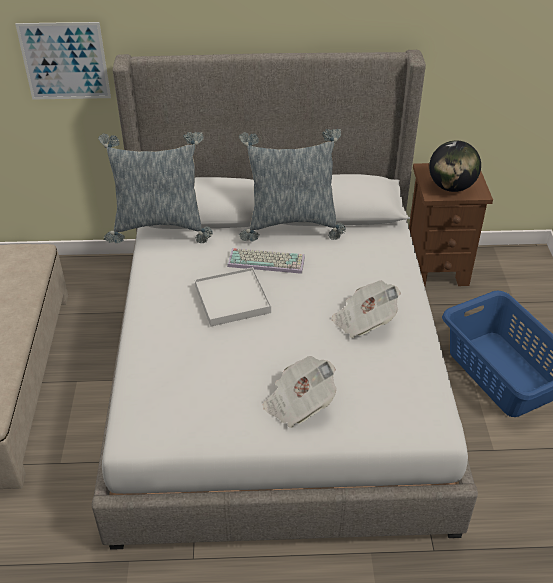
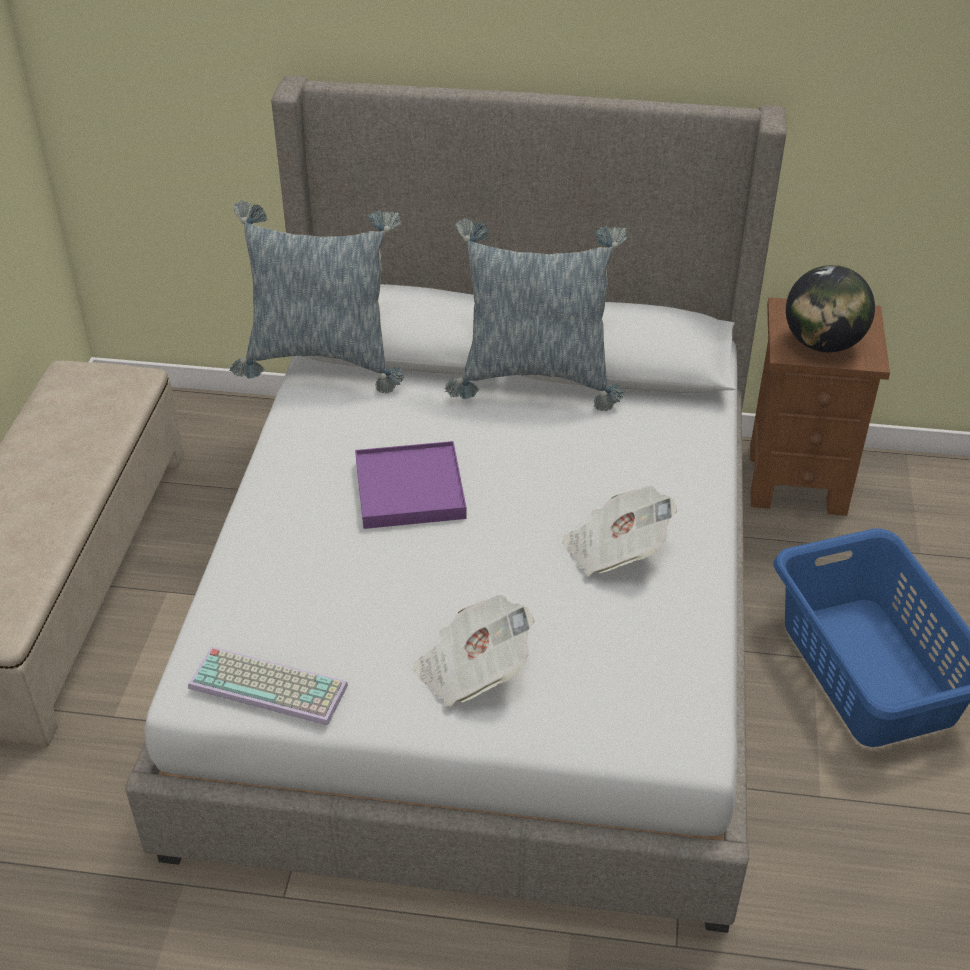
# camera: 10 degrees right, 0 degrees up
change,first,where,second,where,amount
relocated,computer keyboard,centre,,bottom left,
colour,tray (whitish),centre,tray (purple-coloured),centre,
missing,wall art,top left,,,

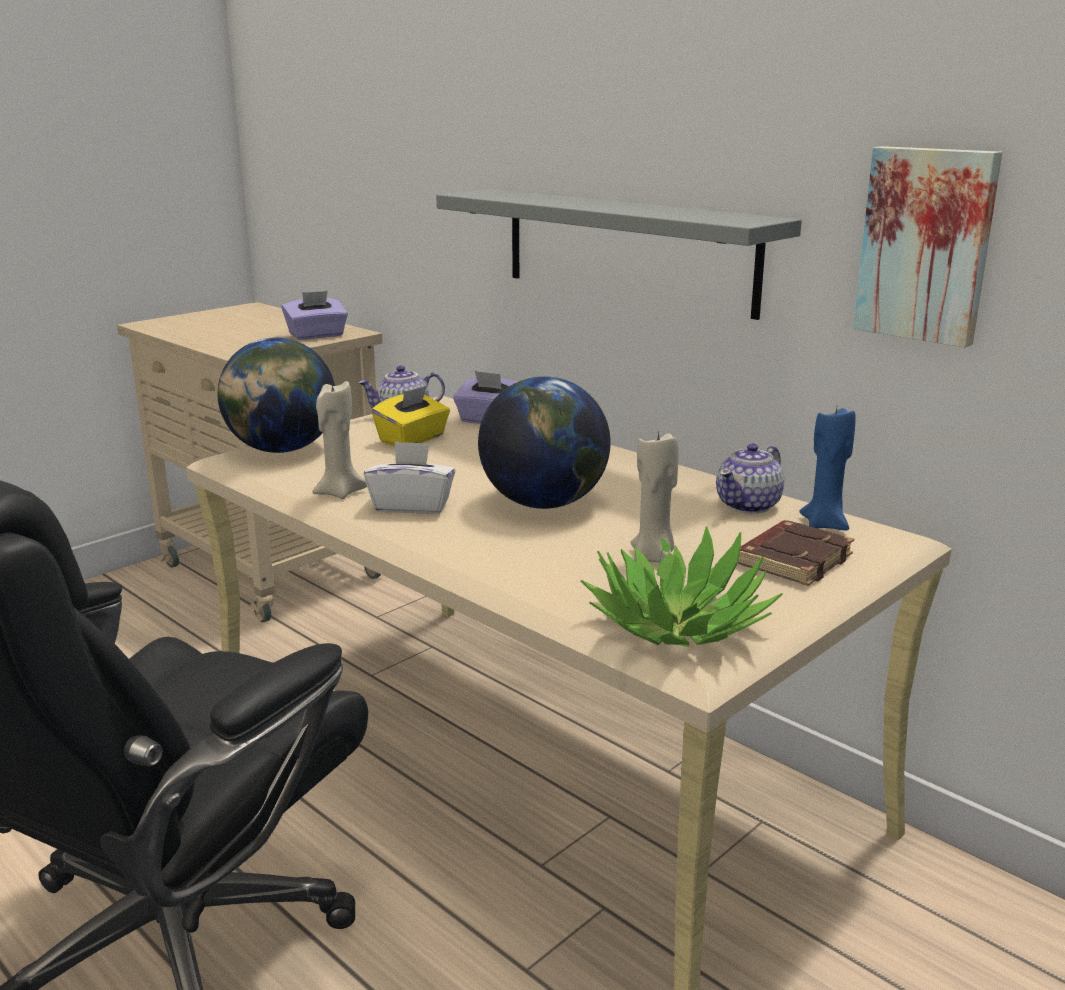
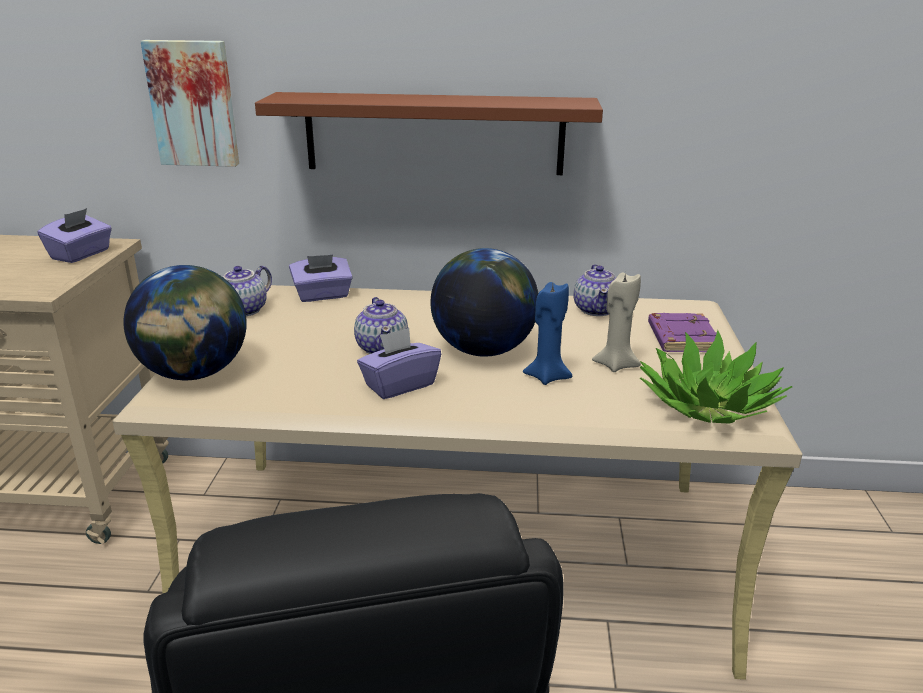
# camera: 40 degrees left, 5 degrees up
change,first,where,second,where,amount
relocated,wall art,top right,,top left,
colour,shelf (gray),top centre,shelf (brownish),top centre,
appeared,,,pot for tea (no. 2 from left),centre,
colour,tissue holder (whitish),centre,tissue holder (purple-coloured) (no. 3 from left),centre,
relocated,wax light (blue),middle right,,centre,
colour,bound book (brownish),middle right,bound book (purple-coloured),middle right,
missing,wax light (sand-coloured) (no. 1 from left),middle left,,,
missing,tissue holder (yellow),centre,,,

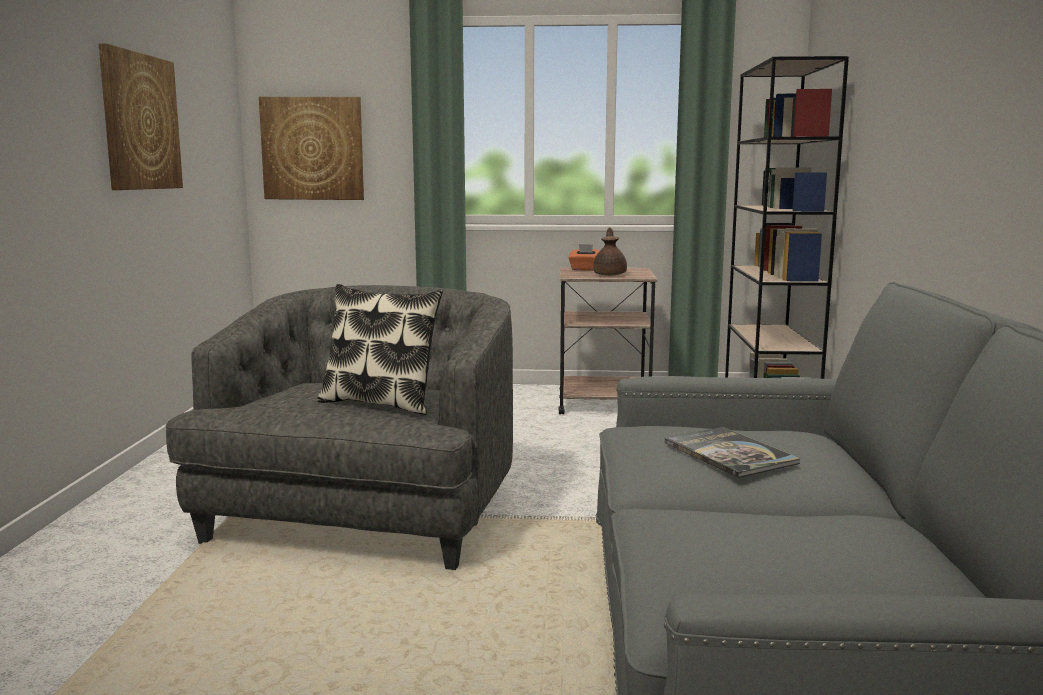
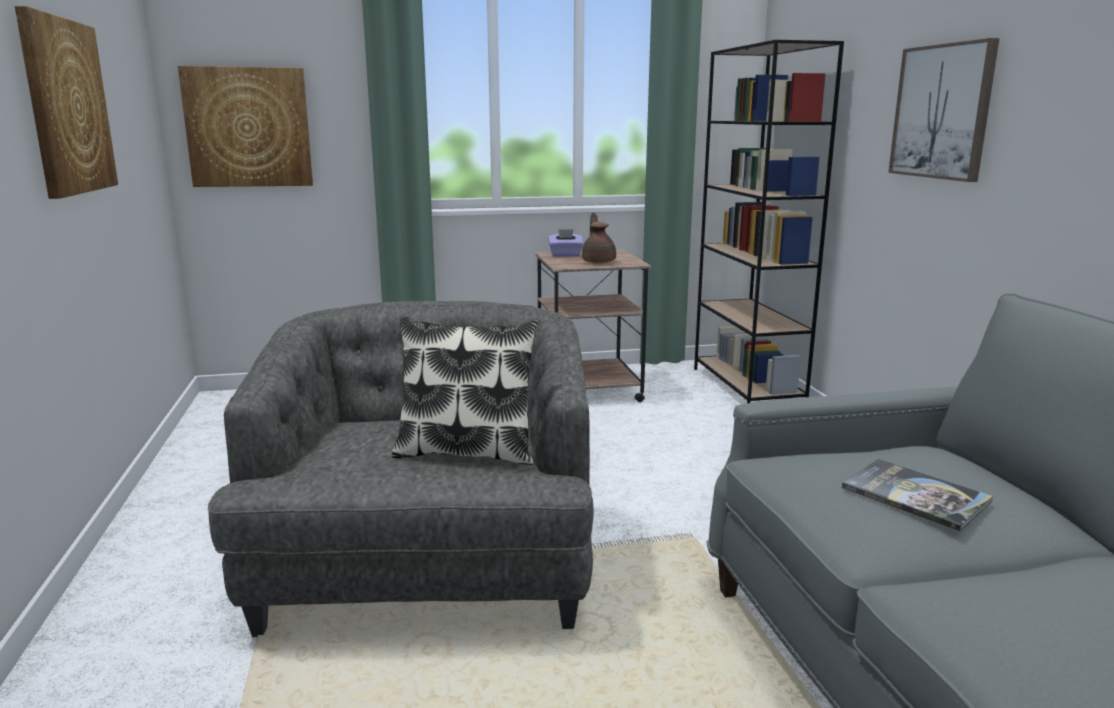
# camera: 15 degrees left, 5 degrees up
change,first,where,second,where,amount
colour,tissue holder (orange-coloured),centre,tissue holder (purple-coloured),centre,
appeared,,,wall art (no. 3 from left),top right,

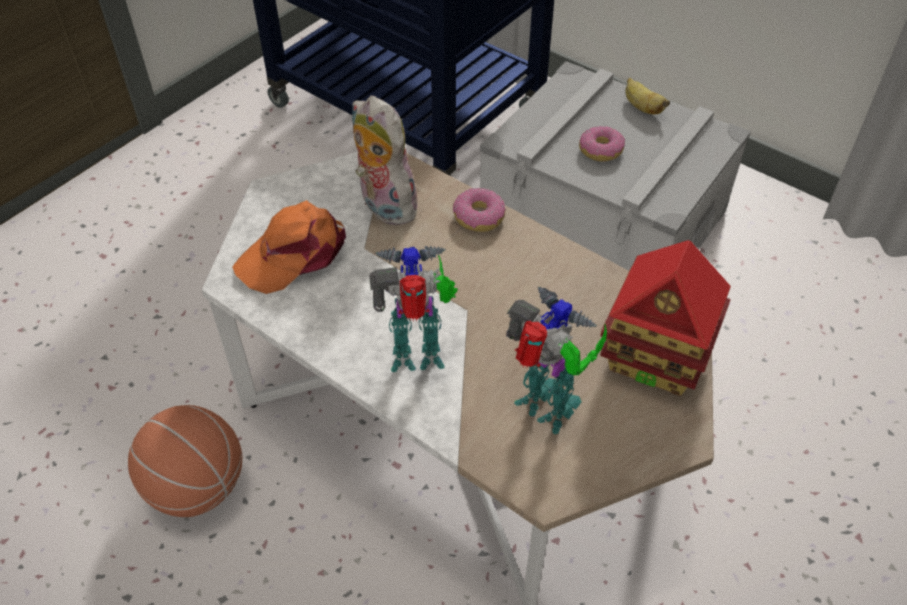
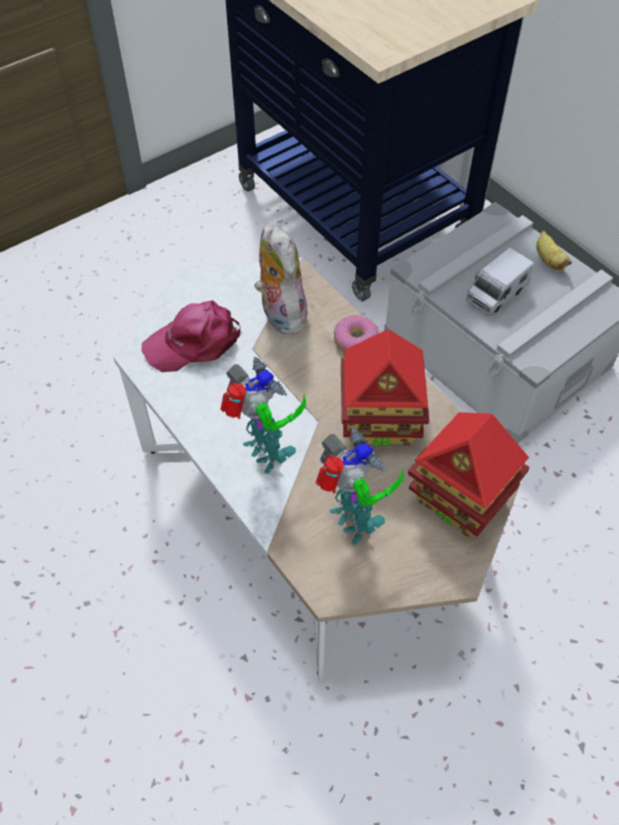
# camera: 15 degrees right, 5 degrees up
change,first,where,second,where,amount
colour,baseball cap (orange-coloured),middle left,baseball cap (pink),middle left,
spun,toy robot (no. 1 from left),centre,,centre,45 degrees clockwise
appeared,,,miniature house (no. 1 from left),centre,
exchanged,donut (no. 2 from left),top centre,toy truck,middle right,
missing,basketball,bottom left,,,

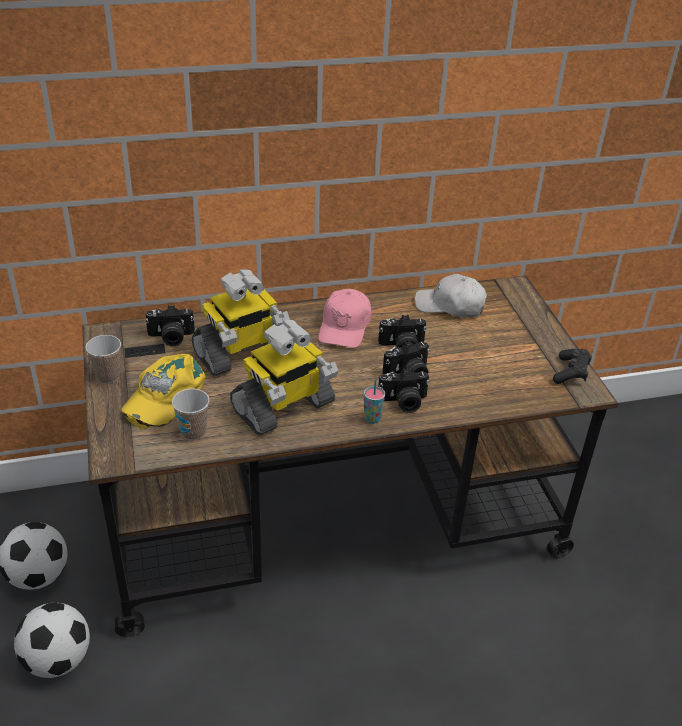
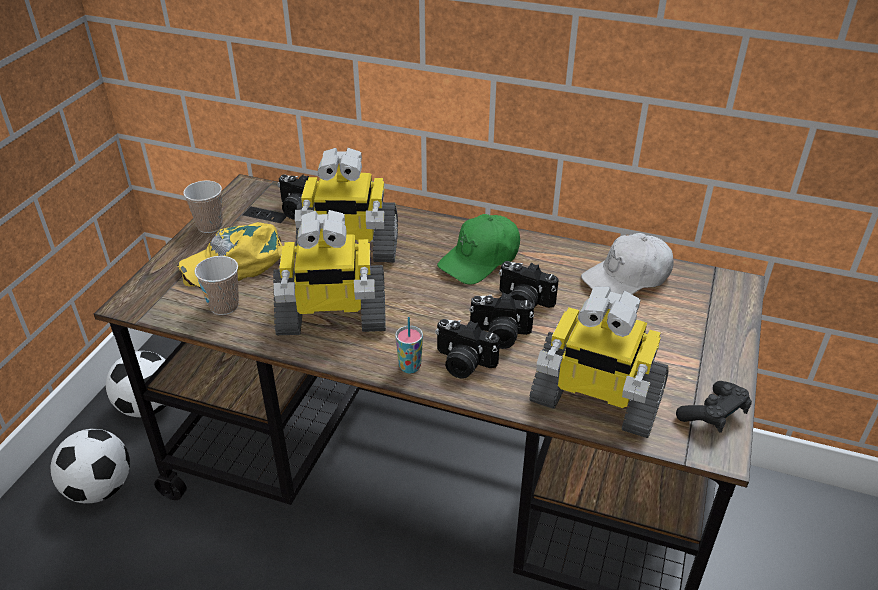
# camera: 35 degrees right, 0 degrees up
change,first,where,second,where,amount
colour,baseball cap (pink),centre,baseball cap (green-coloured),centre,
appeared,,,toy robot (no. 3 from left),middle right,
spun,baseball cap (whitish),centre,,middle right,75 degrees counterclockwise

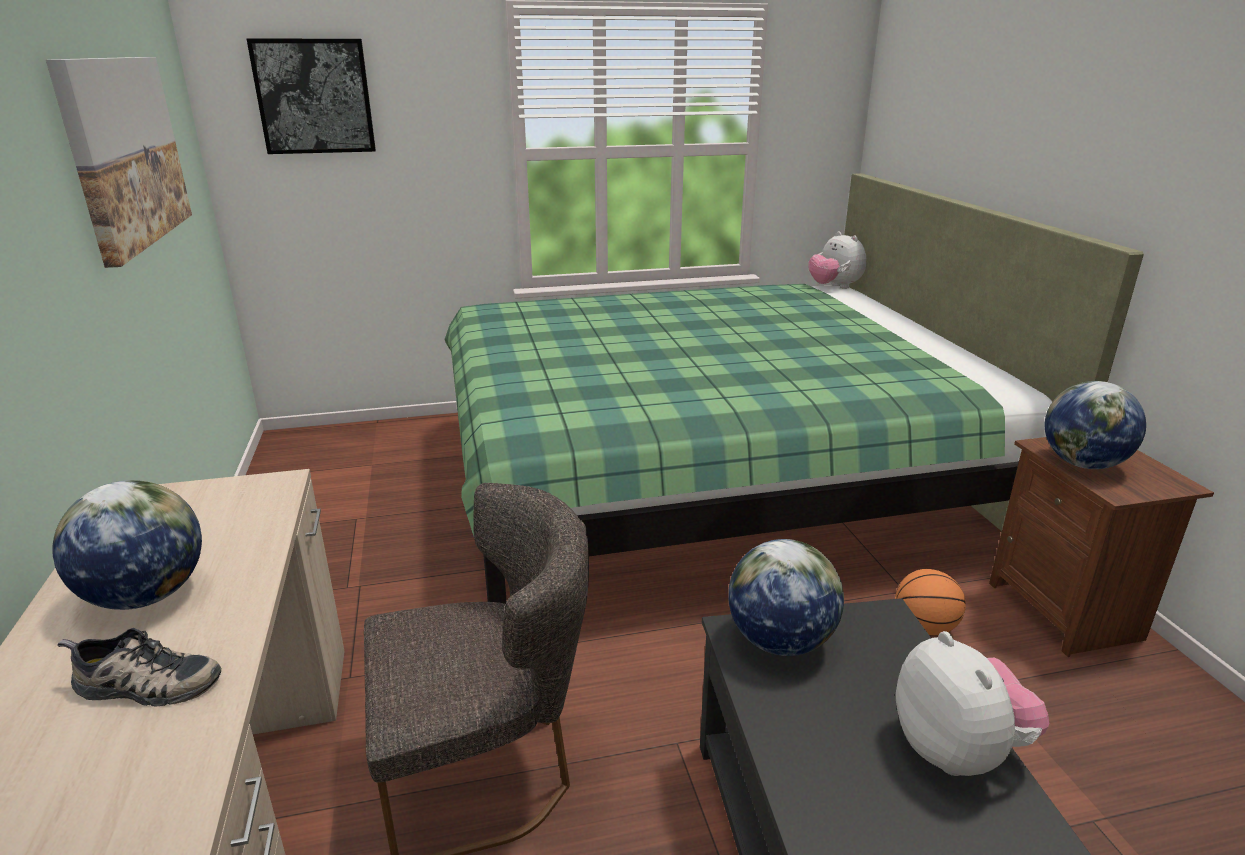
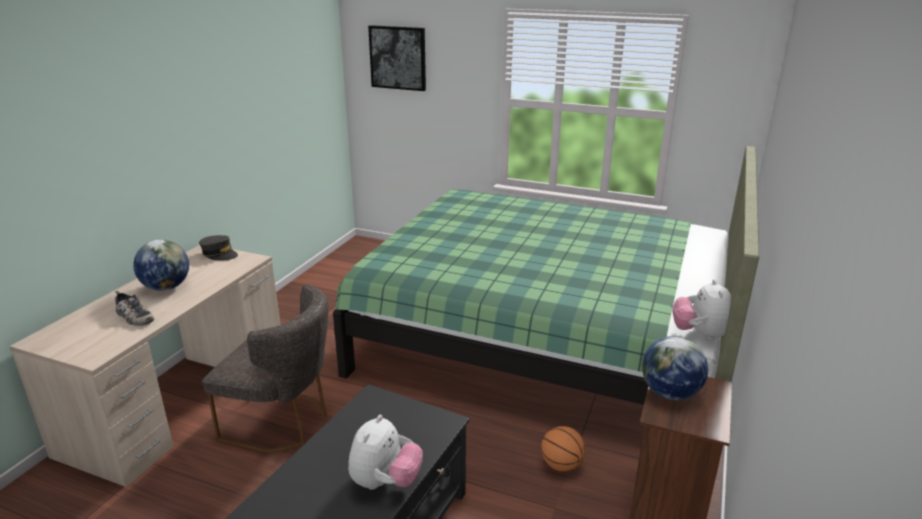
# camera: 35 degrees right, 0 degrees up
change,first,where,second,where,amount
appeared,,,baseball cap (gray),middle left,
relocated,soft toy (no. 1 from left in the first image),top right,soft toy (no. 2 from left),middle right,
missing,wall art (no. 1 from left),top left,,,
missing,desk globe (no. 2 from left),bottom centre,,,

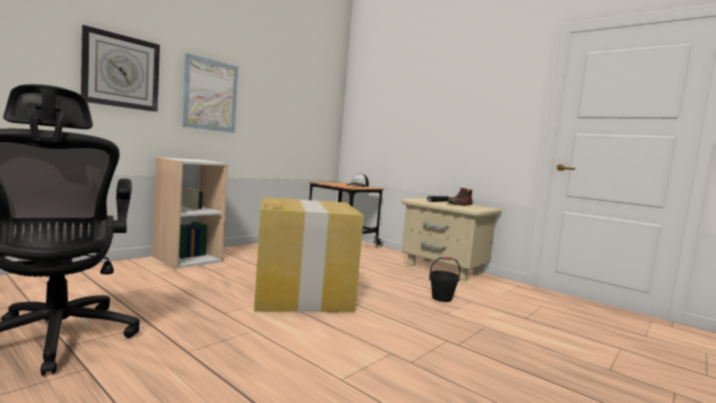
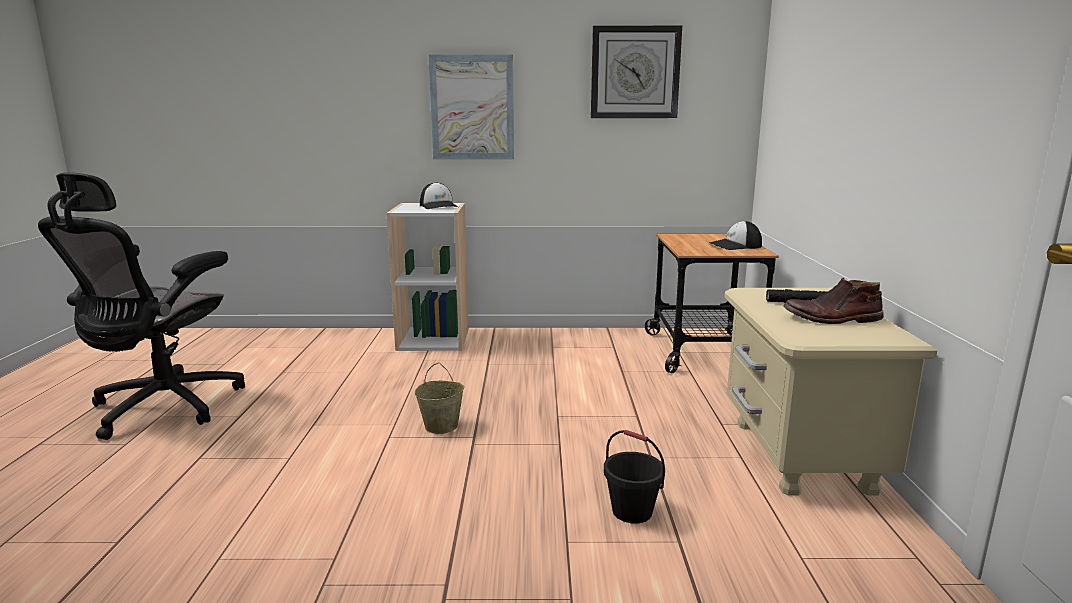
# camera: 50 degrees right, 10 degrees up
change,first,where,second,where,amount
exchanged,carton,centre,pail (sand-coloured),centre,
appeared,,,baseball cap (no. 1 from left),top centre,
relocated,hanging clock,top left,,top centre,

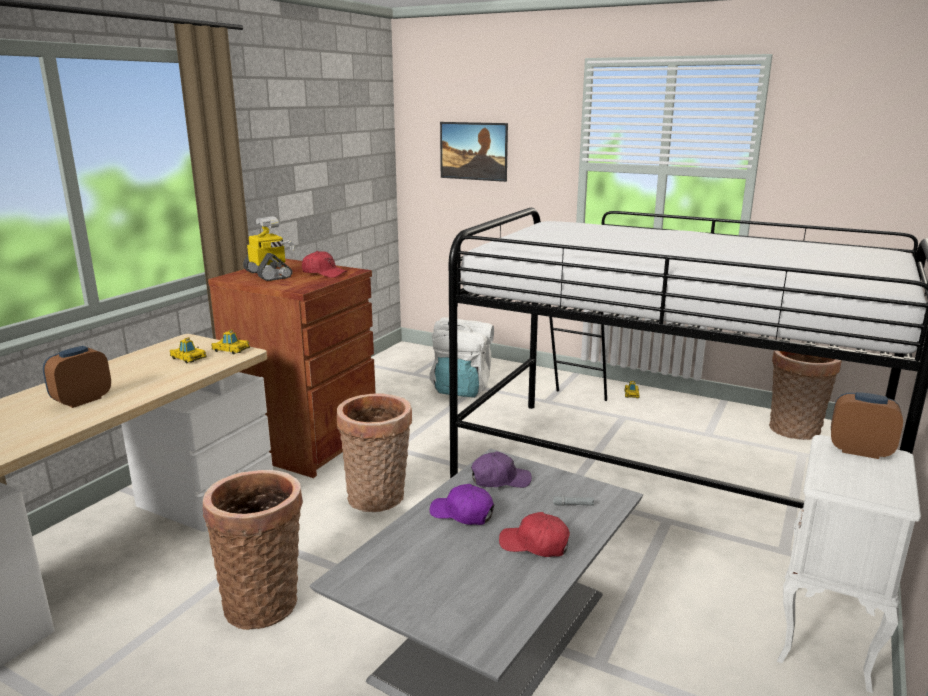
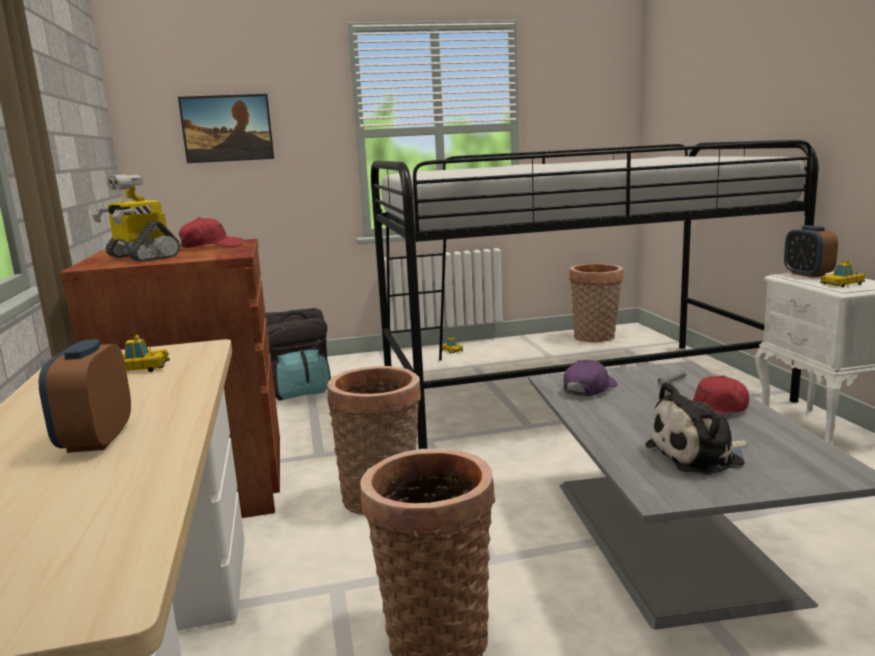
# camera: 40 degrees left, 5 degrees down
change,first,where,second,where,amount
spun,toy robot,middle left,,top left,150 degrees counterclockwise
colour,rucksack (whitish),centre,rucksack (black),centre,
appeared,,,soft toy,middle right,
spun,table clock (no. 2 from left),middle right,,middle right,90 degrees counterclockwise
relocated,miniature car (no. 2 from left in the first image),middle left,miniature car (no. 3 from left),middle right,
missing,baseball cap (purple-coloured) (no. 1 from left),bottom centre,,,

